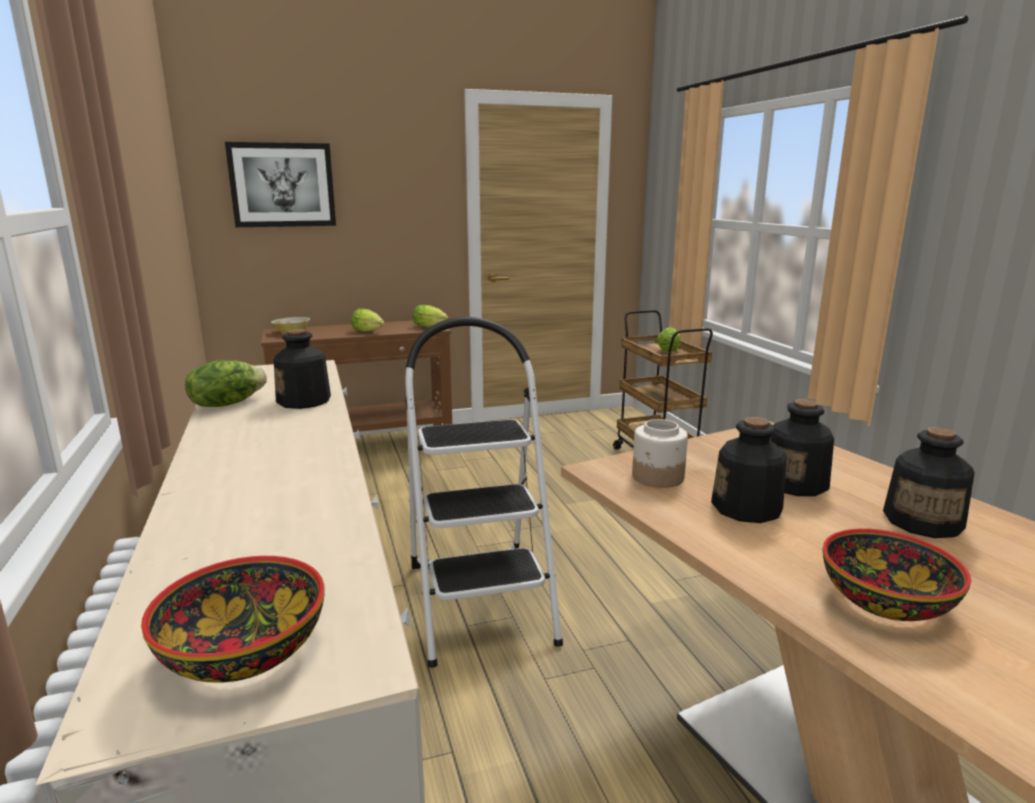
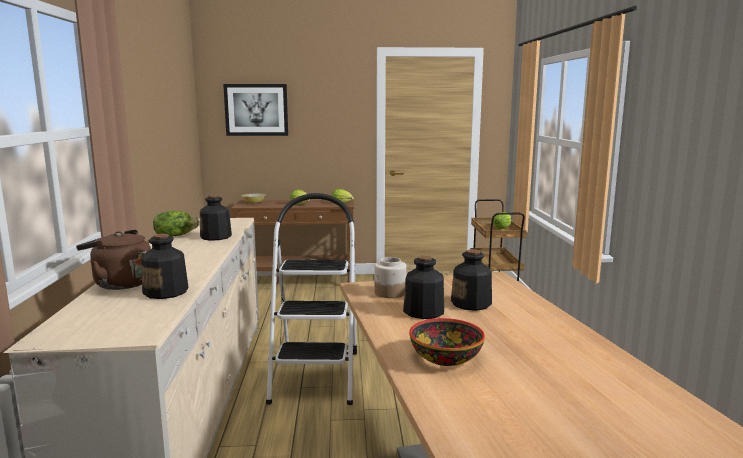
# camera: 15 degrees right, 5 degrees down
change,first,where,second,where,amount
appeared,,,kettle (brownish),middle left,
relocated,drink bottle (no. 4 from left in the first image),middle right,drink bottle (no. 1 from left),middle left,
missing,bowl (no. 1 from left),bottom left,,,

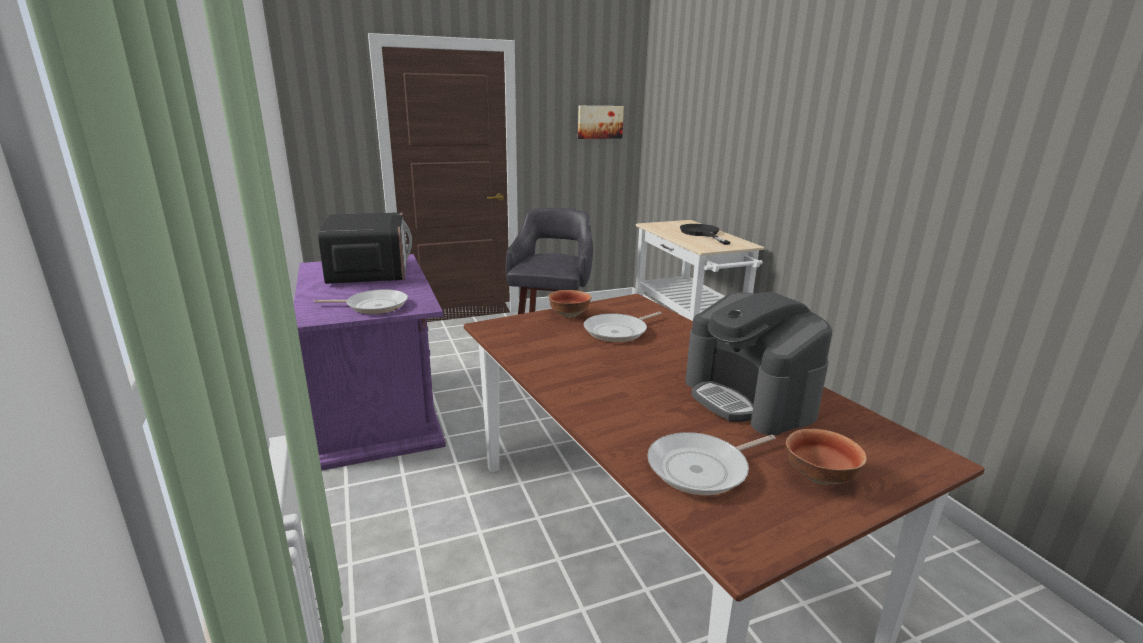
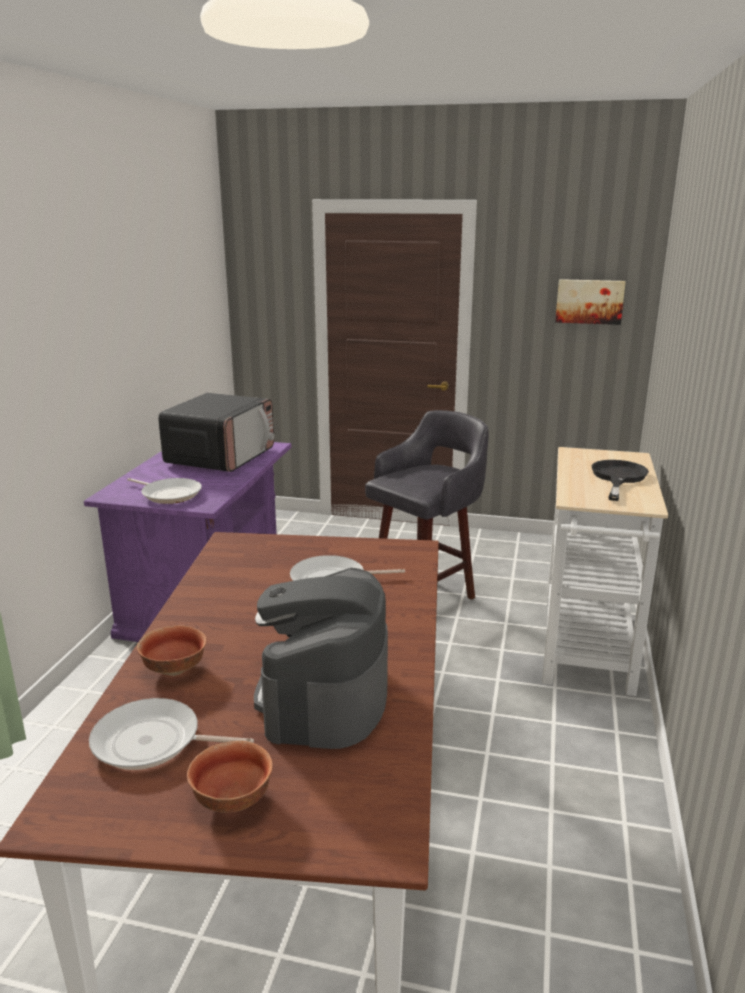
# camera: 35 degrees right, 0 degrees up
change,first,where,second,where,amount
relocated,bowl (no. 1 from left),centre,,middle left,

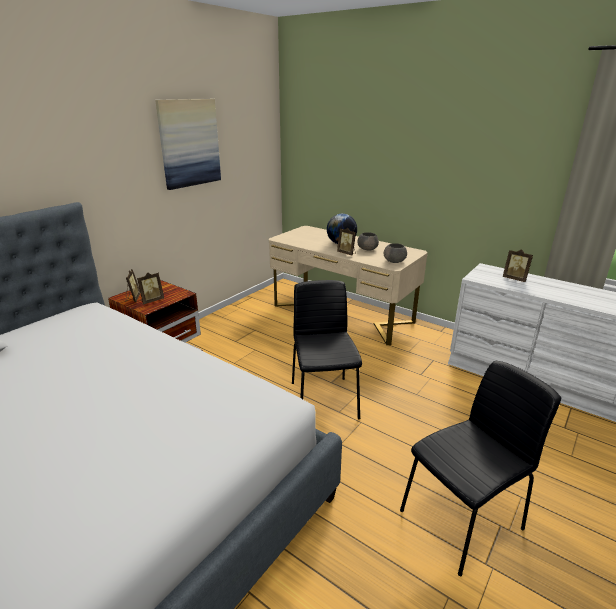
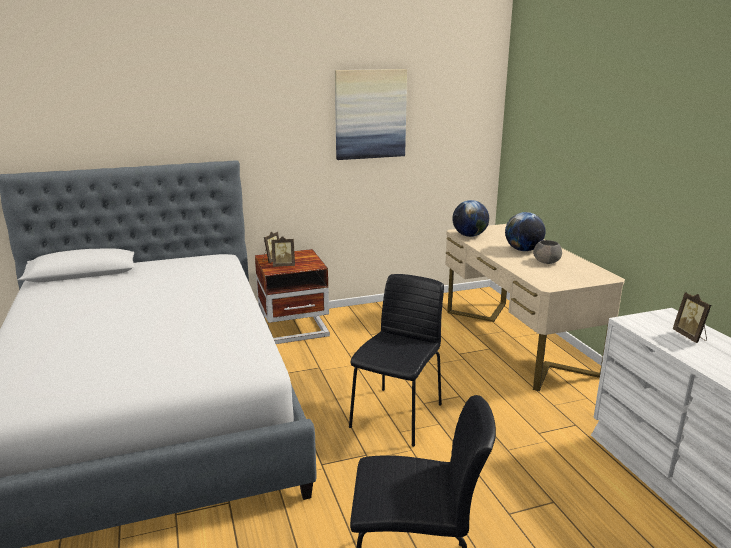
# camera: 35 degrees right, 5 degrees down
change,first,where,second,where,amount
appeared,,,desk globe (no. 1 from left),centre,
missing,standing frame (no. 3 from left),centre,,,
missing,bowl (gray) (no. 2 from left),centre,,,

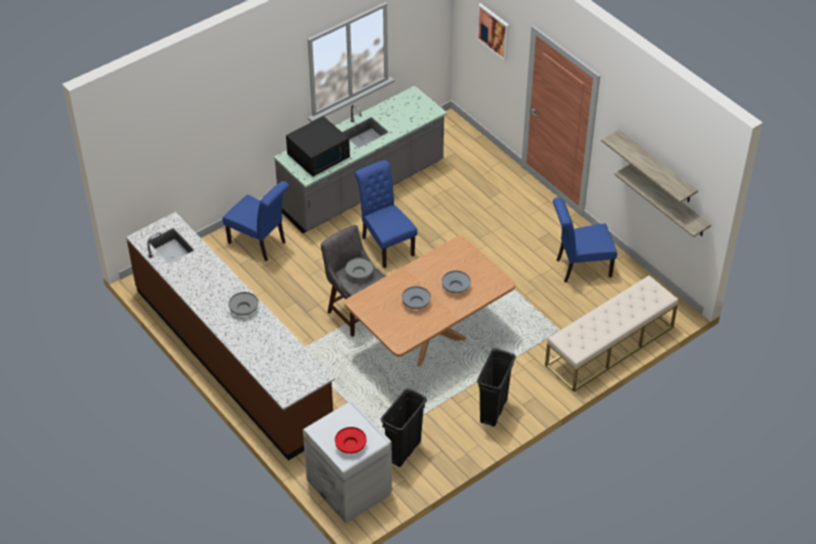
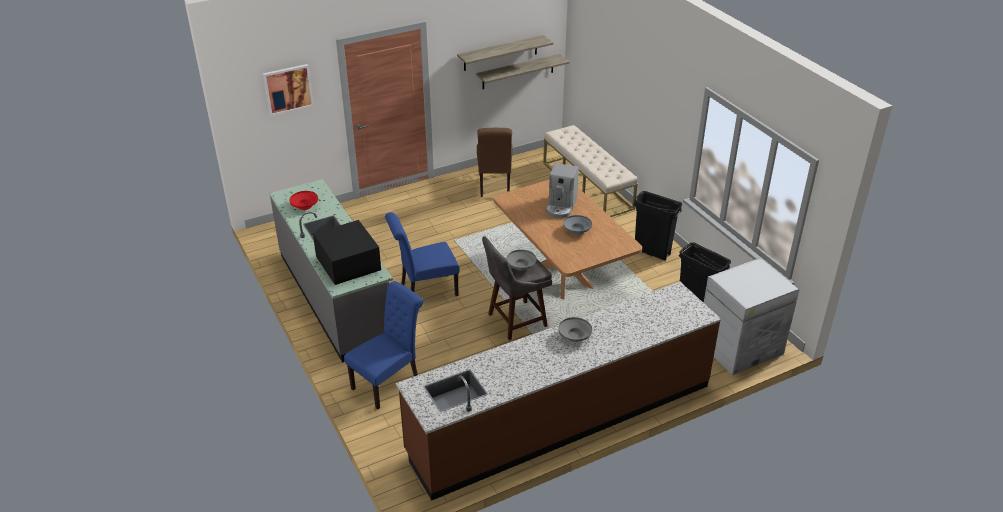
# camera: 80 degrees left, 10 degrees down
change,first,where,second,where,amount
relocated,bowl (red),bottom centre,,middle left,
colour,chair (blue) (no. 3 from left),middle right,chair (brownish),top centre,
exchanged,bowl (gray) (no. 4 from left),centre,coffee machine,centre,

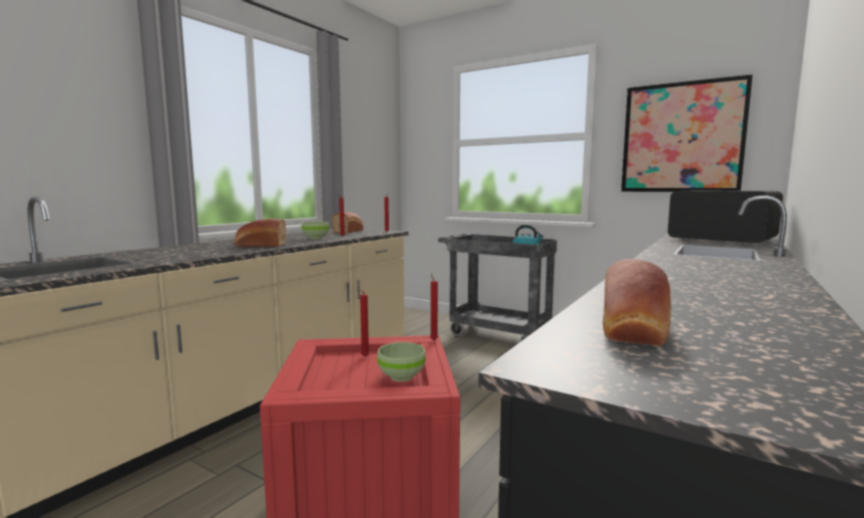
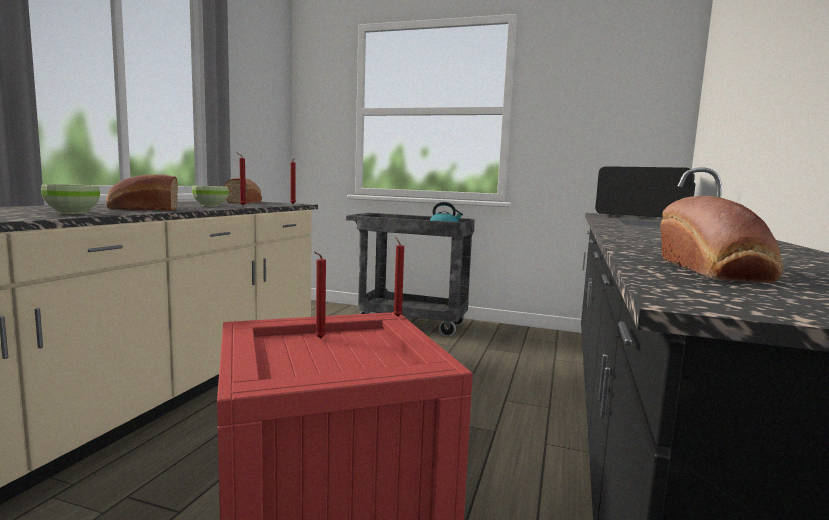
# camera: 15 degrees left, 0 degrees up
change,first,where,second,where,amount
relocated,bowl (green-coloured) (no. 2 from left in the first image),bottom centre,bowl (green-coloured) (no. 1 from left),middle left,
missing,wall art,top right,,,

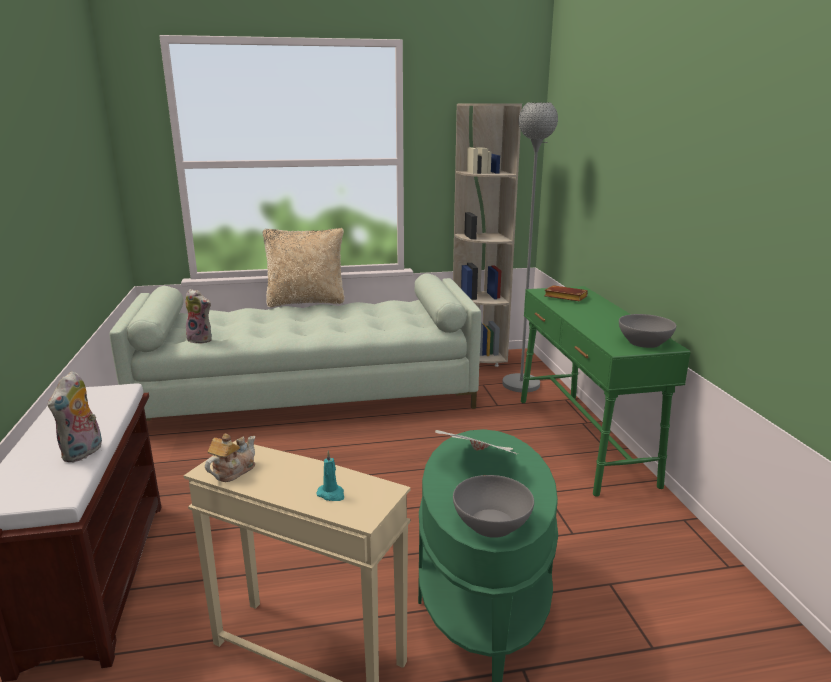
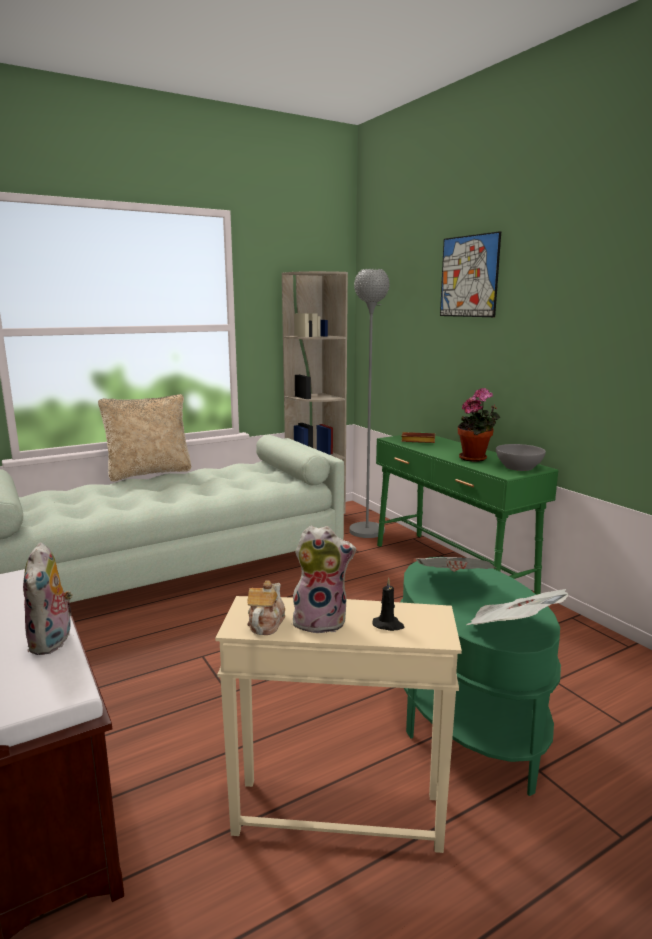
# camera: 20 degrees left, 5 degrees down
change,first,where,second,where,amount
relocated,soft toy (no. 2 from left),middle left,,centre,
colour,wax light (turquoise),bottom centre,wax light (black),centre,
appeared,,,wall art,top right,
appeared,,,houseplant,middle right,
exchanged,bowl (gray) (no. 1 from left),bottom centre,newspaper (no. 2 from left),middle right,

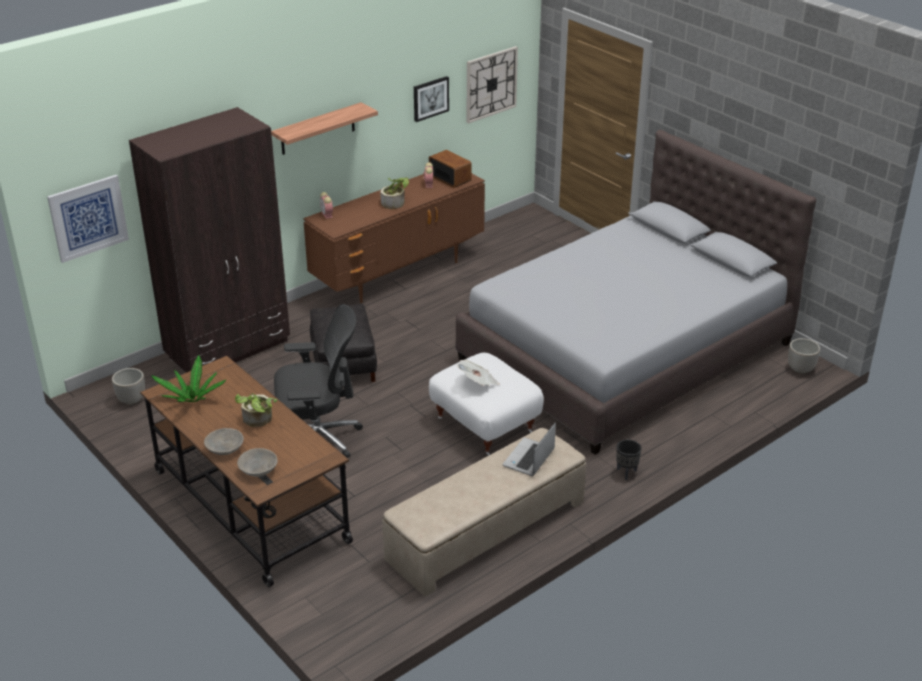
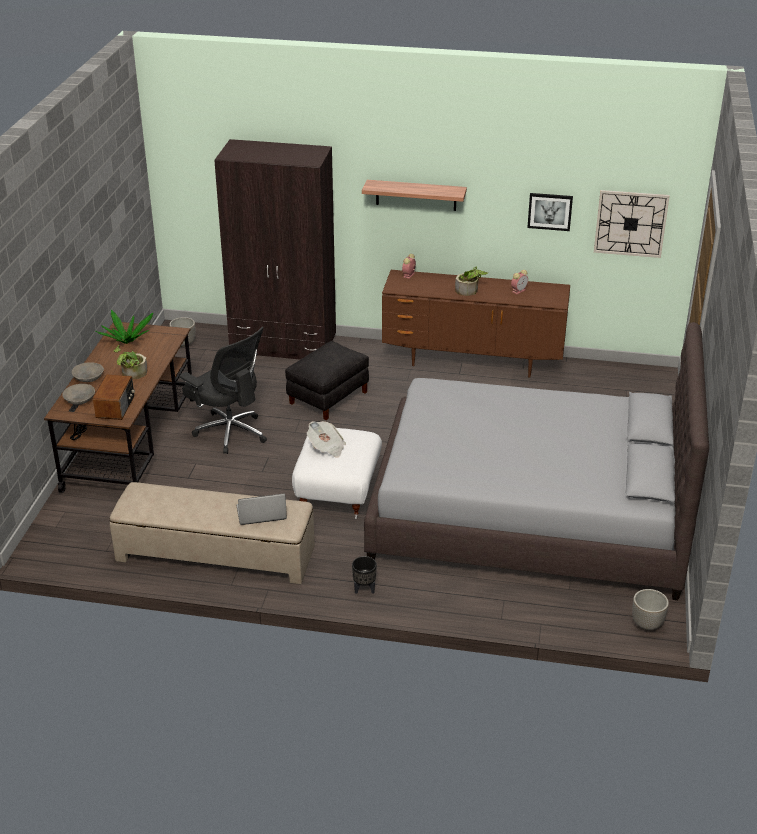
# camera: 50 degrees right, 0 degrees up
change,first,where,second,where,amount
relocated,radio,top centre,,middle left,
missing,wall art (no. 1 from left),top left,,,

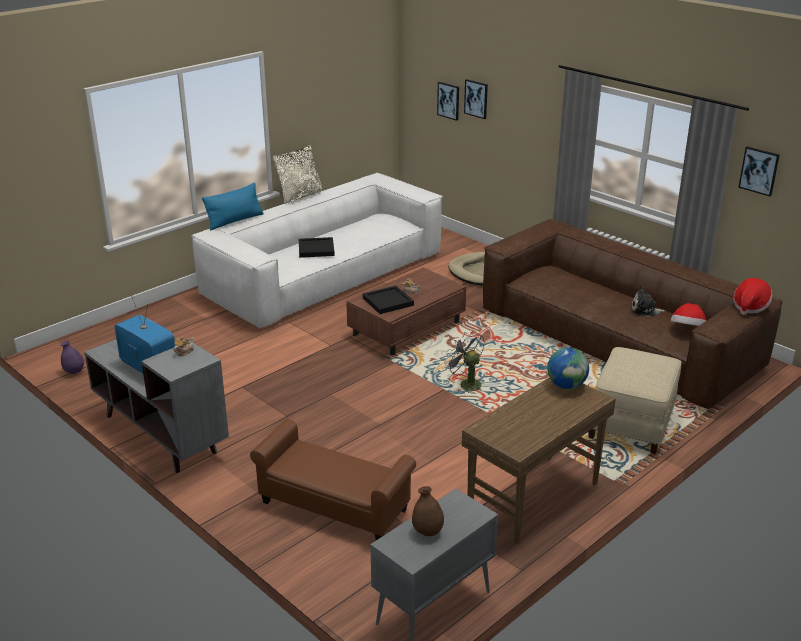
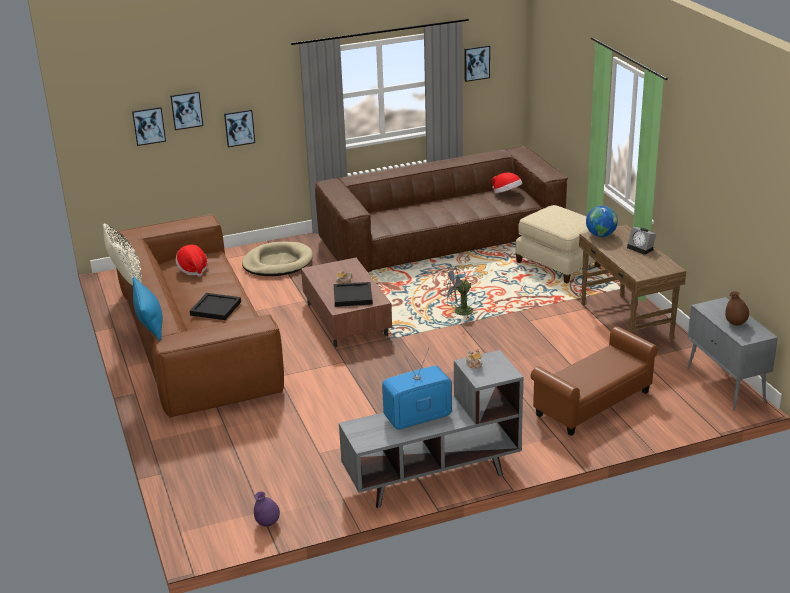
# camera: 65 degrees left, 0 degrees up
change,first,where,second,where,amount
colour,sofa (whitish),centre,sofa (brownish) (no. 1 from left),middle left,
relocated,hat (no. 2 from left in the first image),middle right,hat (no. 1 from left),middle left,
appeared,,,wall art (no. 3 from left),top left,
appeared,,,table clock,middle right,
missing,soft toy,middle right,,,

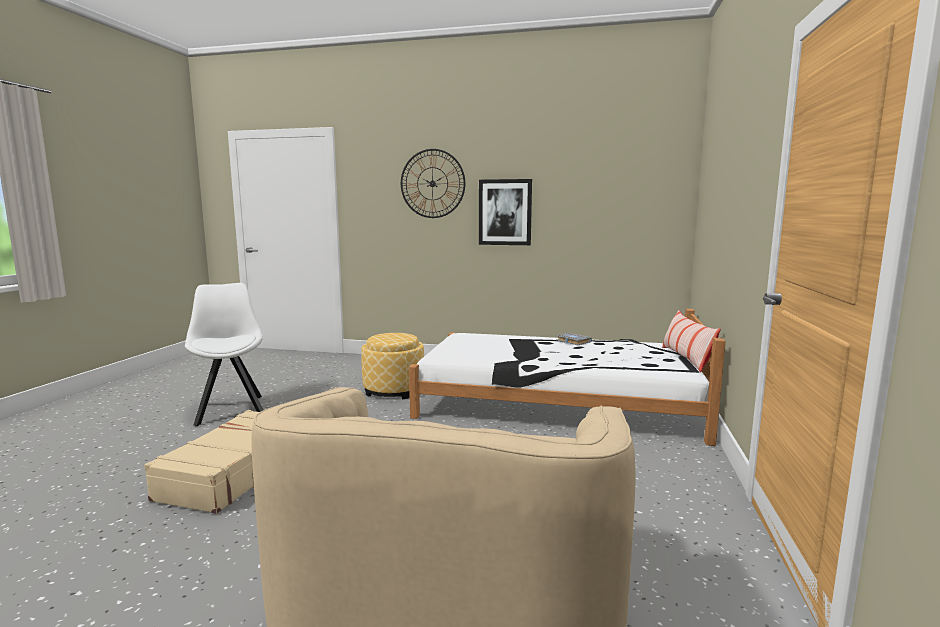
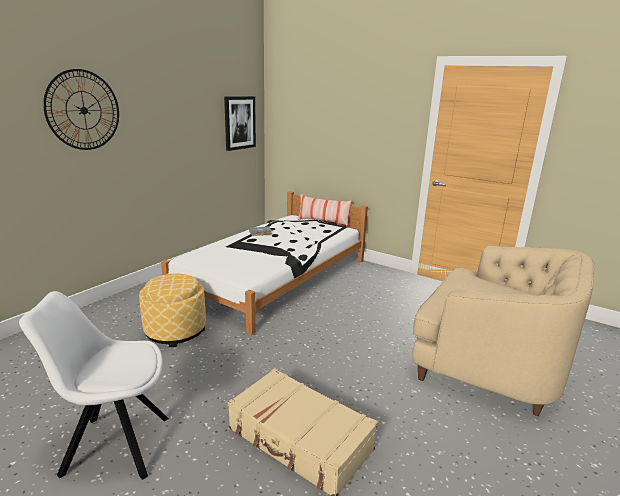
# camera: 70 degrees left, 10 degrees up
change,first,where,second,where,amount
relocated,wall art,centre,,top centre,

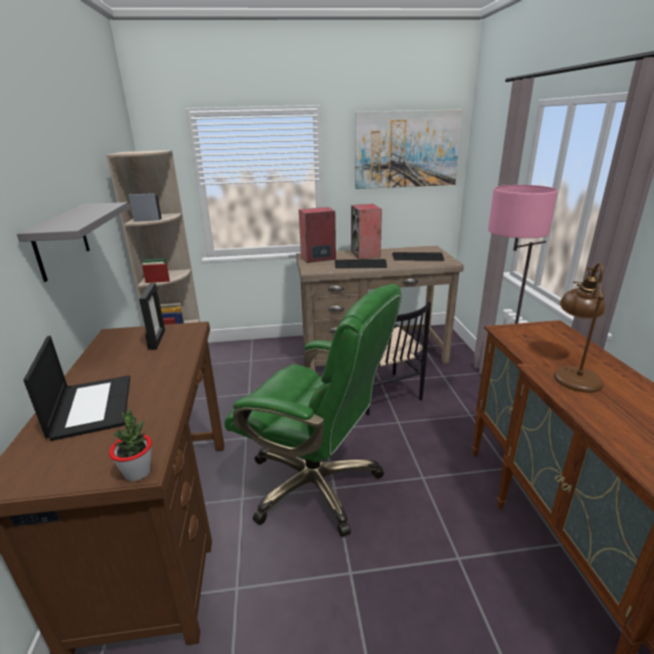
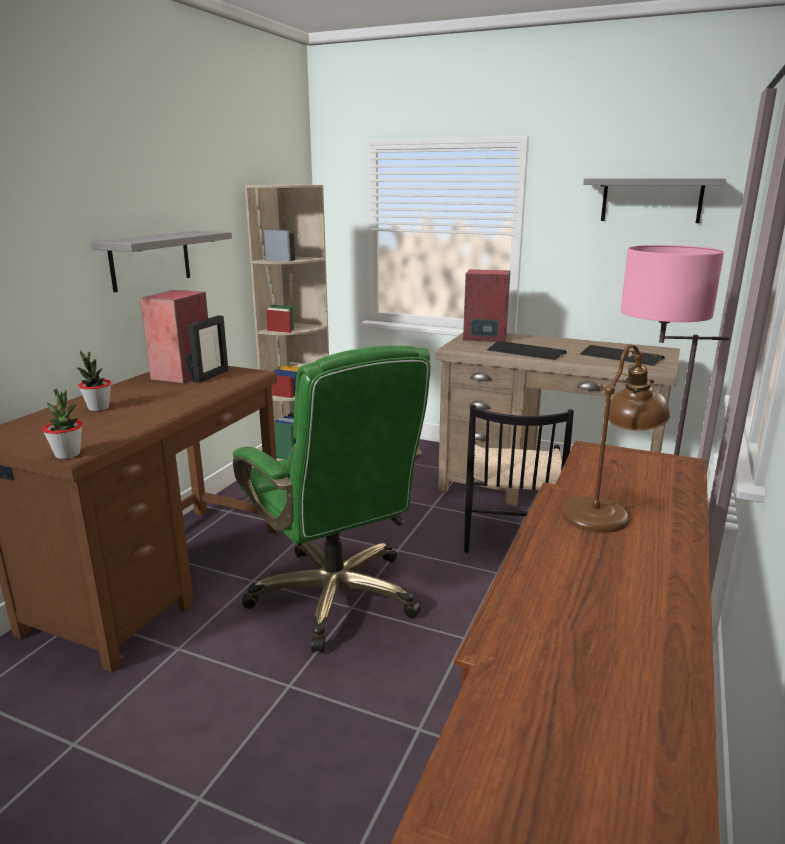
# camera: 30 degrees right, 5 degrees down
change,first,where,second,where,amount
exchanged,notebook computer,middle left,houseplant (no. 2 from left),middle left,
relocated,audio speaker (no. 2 from left in the first image),centre,audio speaker (no. 1 from left),middle left,
exchanged,wall art,top centre,shelf (gray) (no. 2 from left),top right,

